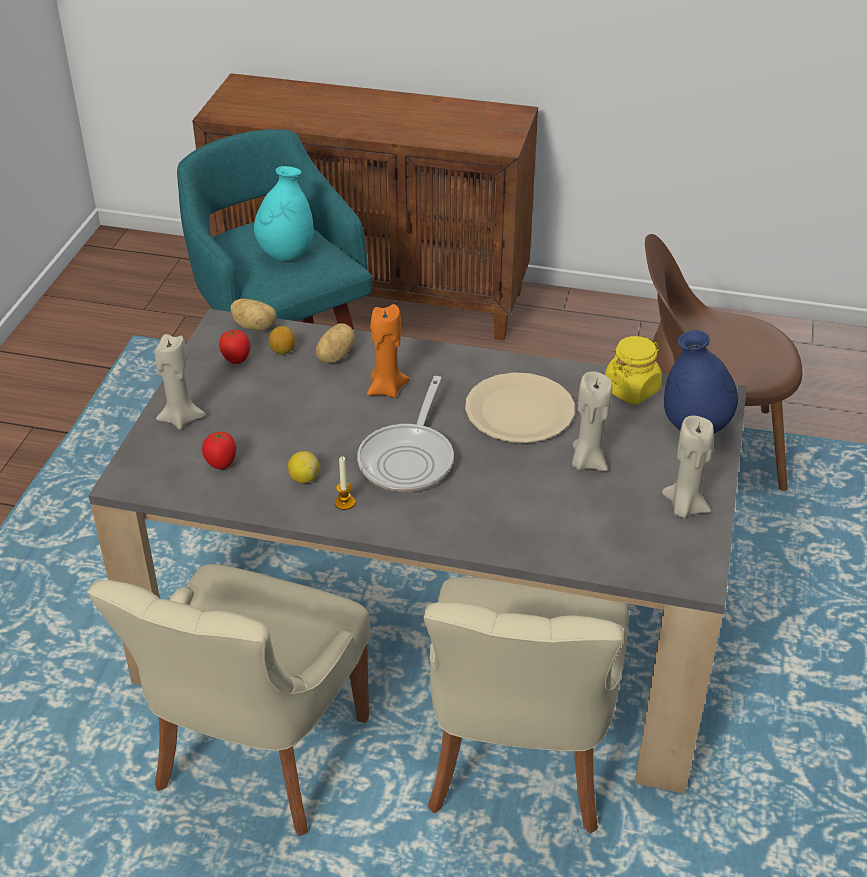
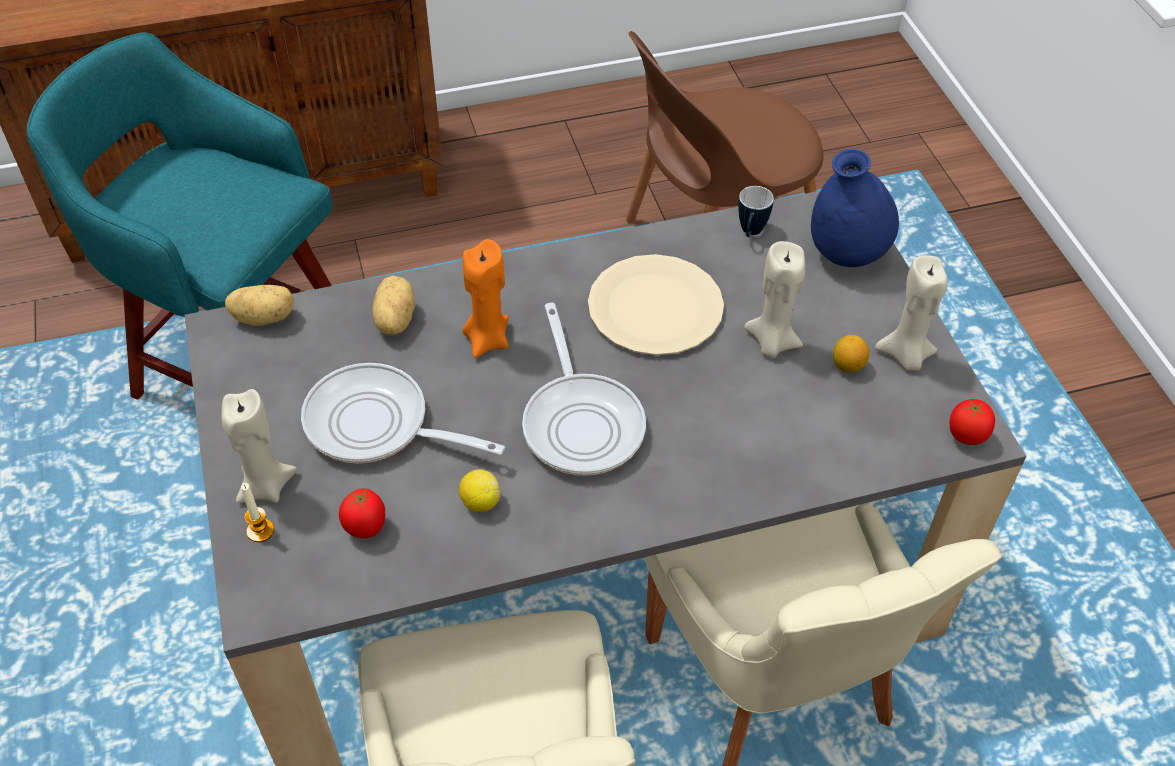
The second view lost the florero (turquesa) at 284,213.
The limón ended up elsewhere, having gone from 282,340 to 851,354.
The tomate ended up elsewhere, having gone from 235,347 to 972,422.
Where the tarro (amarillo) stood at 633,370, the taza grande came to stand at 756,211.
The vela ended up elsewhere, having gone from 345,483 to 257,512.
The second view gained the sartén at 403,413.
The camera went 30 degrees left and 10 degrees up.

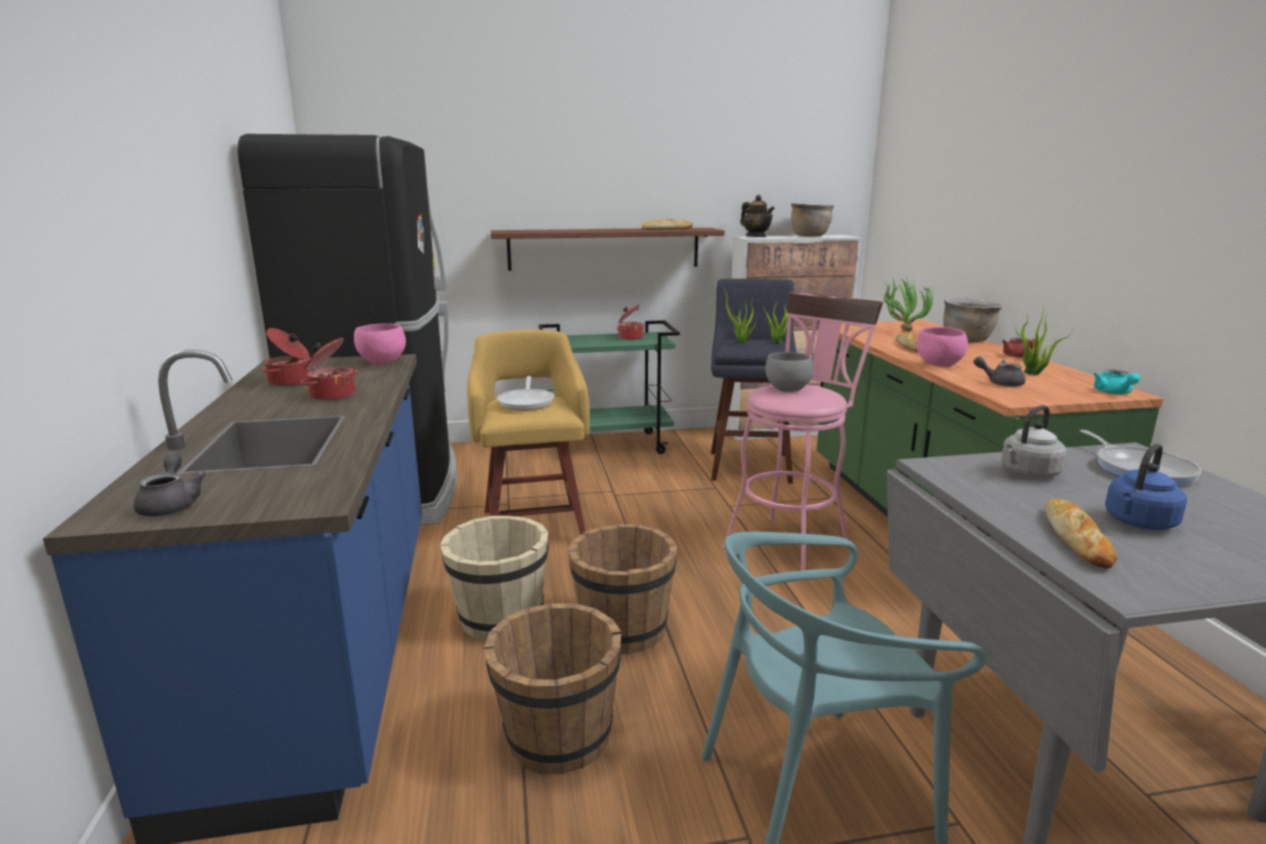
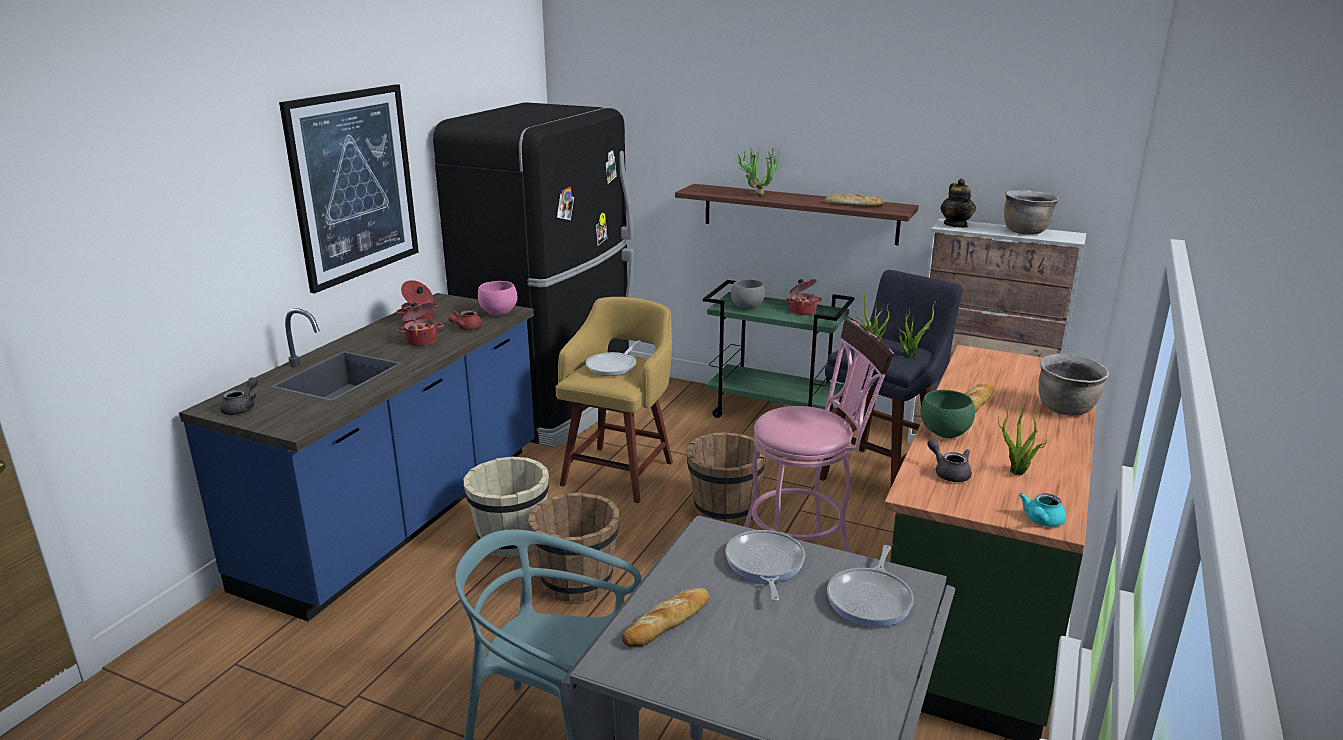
The planta en maceta ended up elsewhere, having gone from 908,304 to 757,171.
What was the cuenco (rosa) at 942,347 turned into the cuenco (verde) at 947,414.
The tetera (rojo) ended up elsewhere, having gone from 1019,347 to 465,320.
The cuenco (gris) ended up elsewhere, having gone from 789,372 to 748,294.
Where the hervidor (gris) stood at 1033,441, the sartén came to stand at 765,565.
The second view lost the hervidor (azul) at 1146,487.
The cubo (marrón) ended up elsewhere, having gone from 552,688 to 726,478.
The second view gained the cuadro at 349,189.
The camera went 35 degrees right and 5 degrees up.

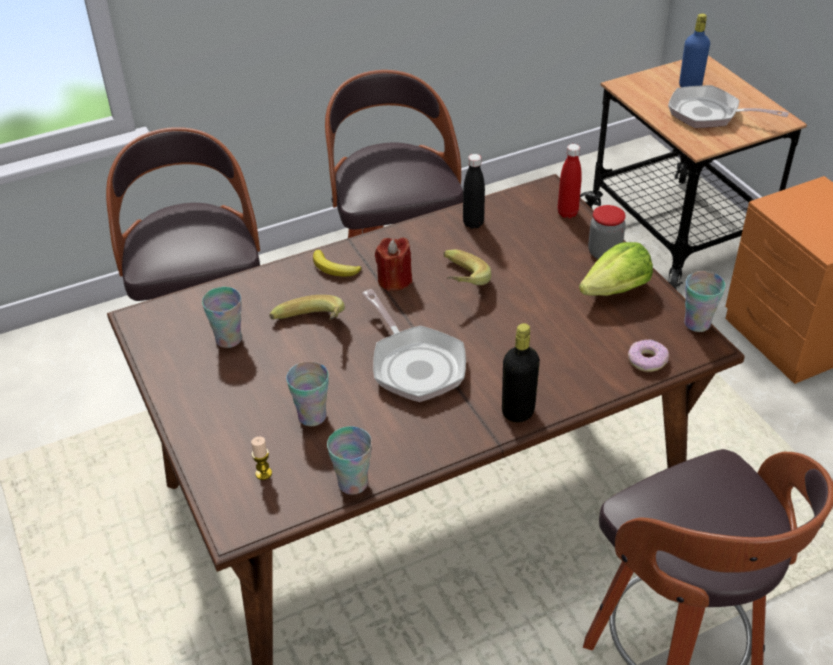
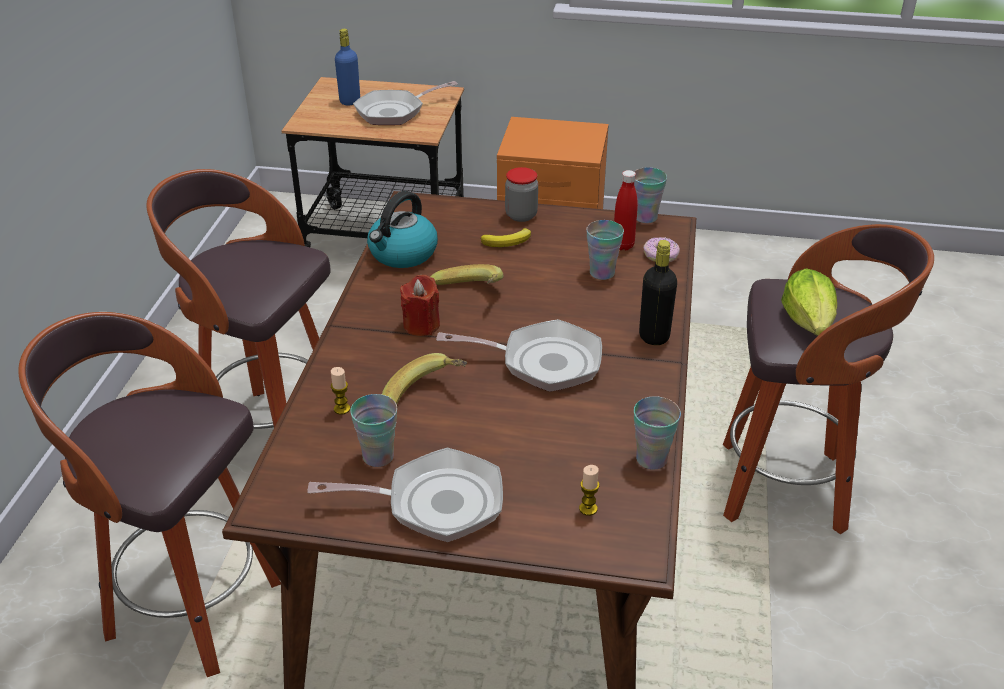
The botella (rojo) ended up elsewhere, having gone from 570,181 to 626,210.
Where the botella (negro) stood at 474,191, the hervidor came to stand at 402,229.
The lechuga ended up elsewhere, having gone from 616,269 to 809,302.
The plátano ended up elsewhere, having gone from 337,263 to 506,237.
The taza ended up elsewhere, having gone from 307,393 to 605,250.
The second view gained the vela at 340,391.
The second view gained the sartén at 405,495.
The camera went 55 degrees left and 5 degrees down.

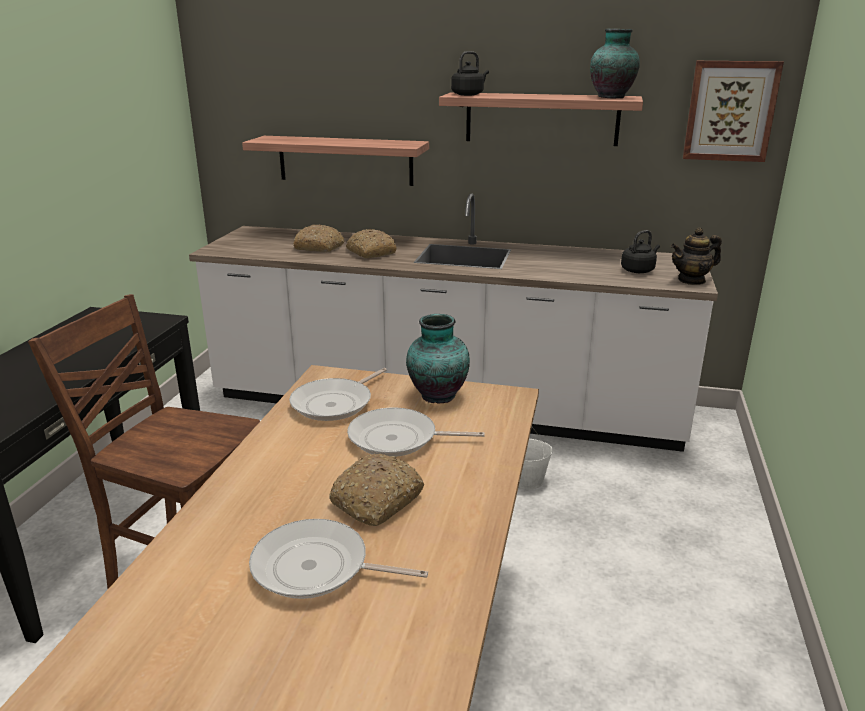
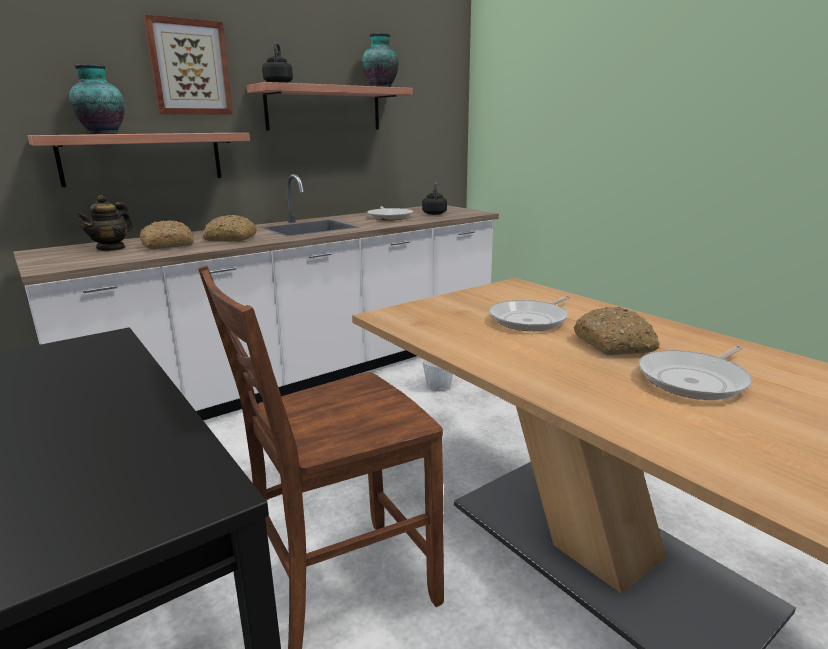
The cuadro ended up elsewhere, having gone from 733,111 to 188,64.
The tetera ended up elsewhere, having gone from 696,256 to 105,223.
The florero ended up elsewhere, having gone from 438,358 to 97,99.
The sartén ended up elsewhere, having gone from 338,394 to 390,213.
The camera went 50 degrees left and 5 degrees down.

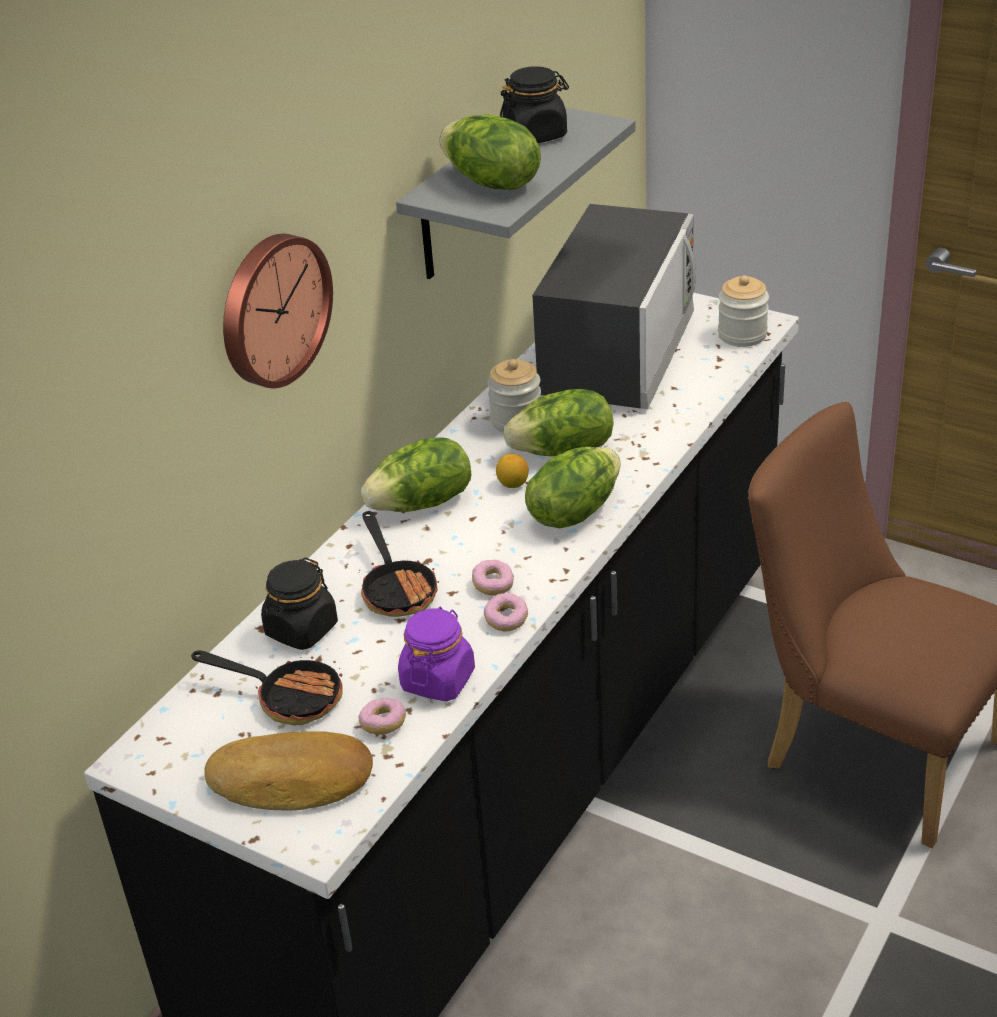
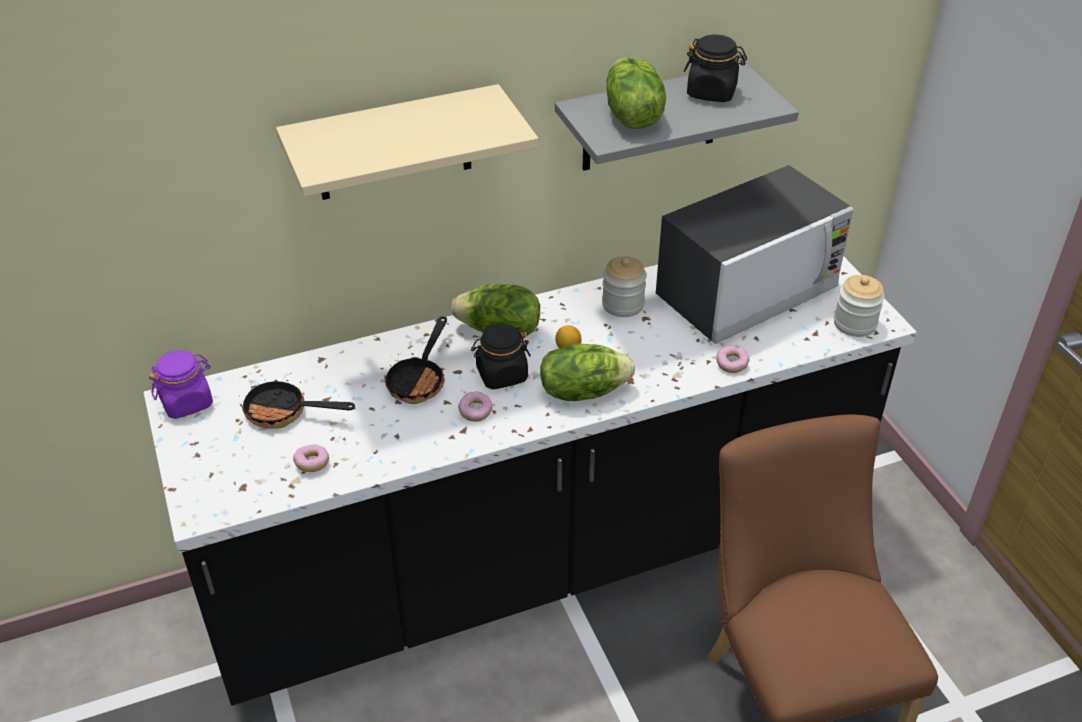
Where the reloj de pared hung at 278,311, the estante (beis) came to hang at 407,142.
The second view lost the lechuga at 558,422.
The tarro (negro) ended up elsewhere, having gone from 299,603 to 501,356.
The rosquilla ended up elsewhere, having gone from 506,612 to 732,359.
The tarro (morado) ended up elsewhere, having gone from 436,654 to 181,384.
The sartén at 267,687 ended up facing another way, 135 degrees clockwise from before.
The second view lost the pan at 288,771.
The camera went 35 degrees right and 5 degrees up.

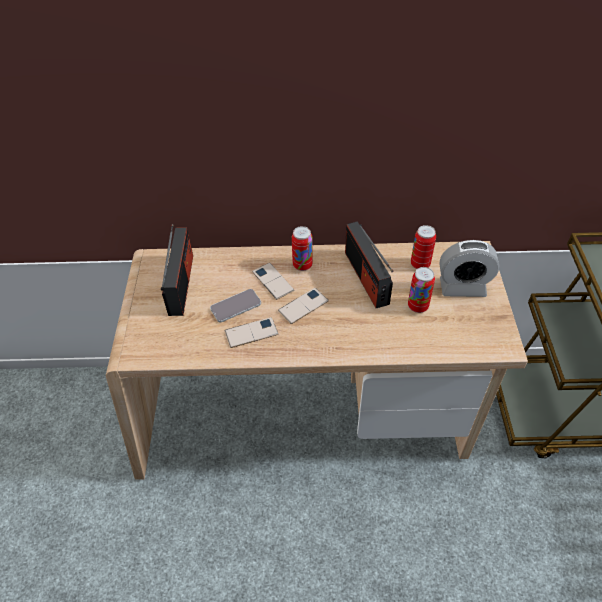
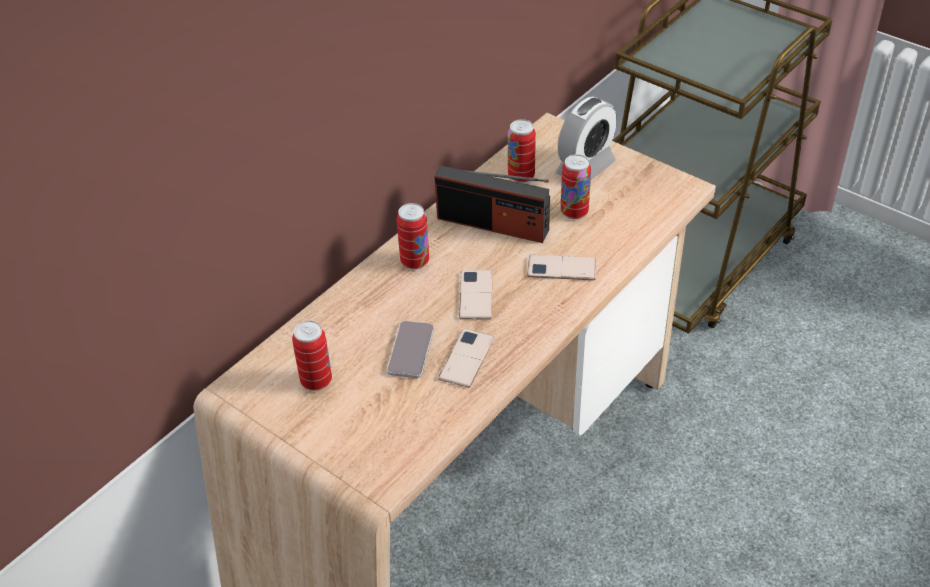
Where the radio stood at 177,270, the lata came to stand at 312,355.
The móvil ended up elsewhere, having gone from 273,281 to 561,267.
The camera went 50 degrees left and 5 degrees down.

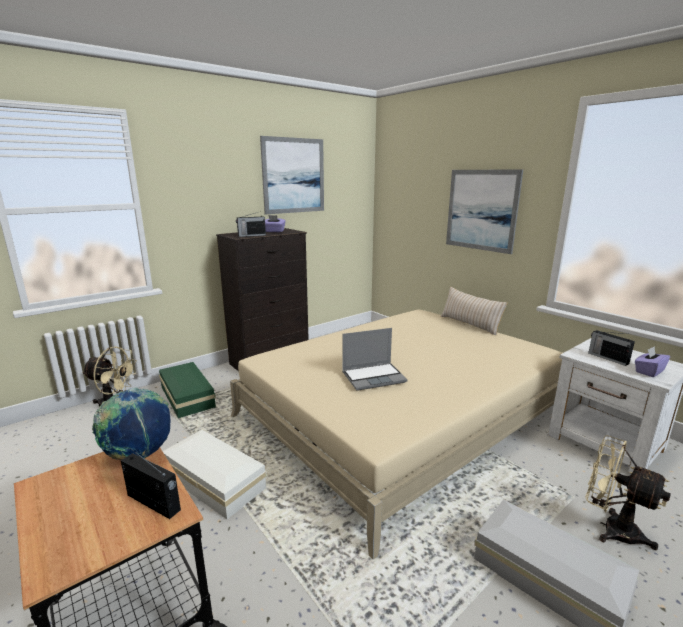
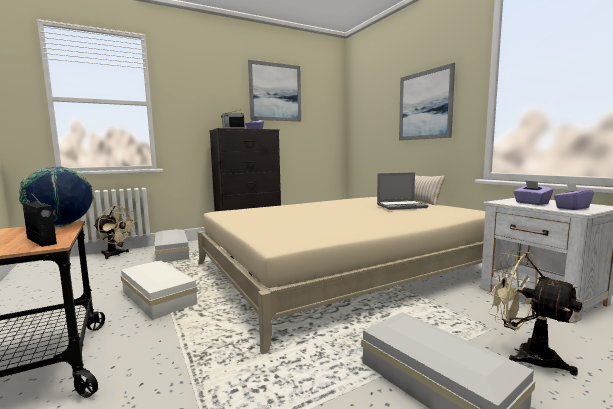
The portátil ended up elsewhere, having gone from 375,359 to 403,191.
Where the radio stood at 611,348, the caja de pañuelos (morado) came to stand at 533,192.
What was the caja de almacenaje (verde) at 187,390 turned into the caja de almacenaje (blanco) at 172,245.
The camera went 10 degrees right and 10 degrees down.

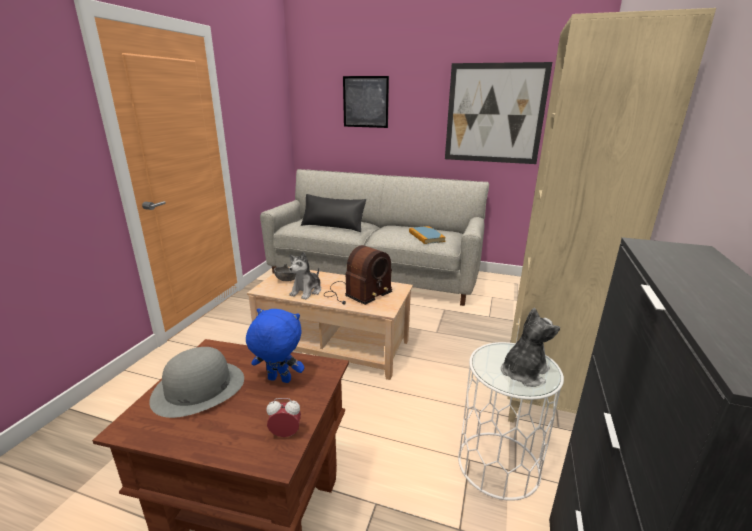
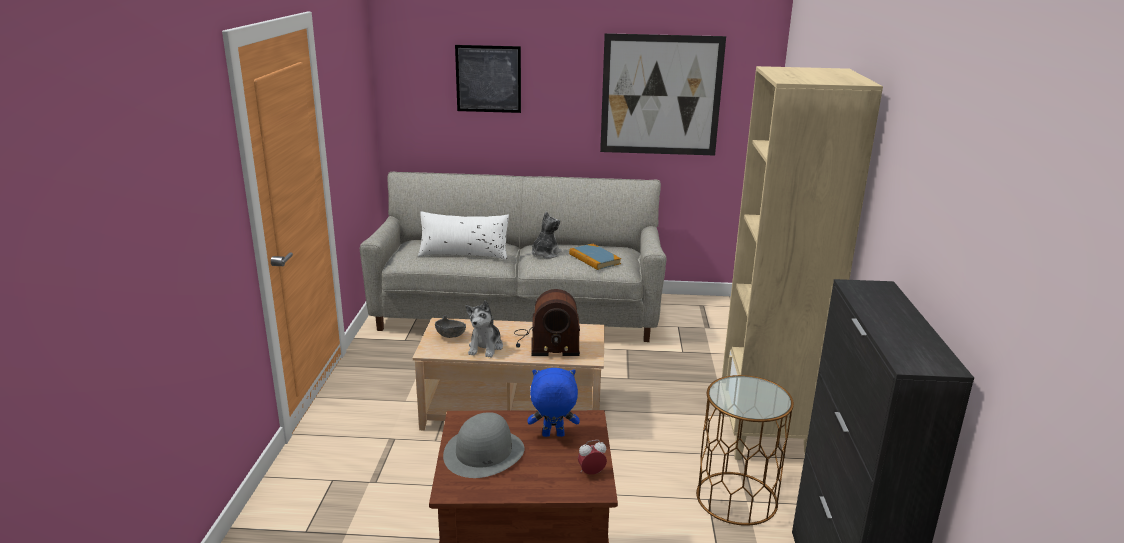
What was the cojín (negro) at 333,213 turned into the cojín (blanco) at 463,235.
The radio at 358,275 ended up facing another way, 60 degrees clockwise from before.
The peluche ended up elsewhere, having gone from 530,347 to 546,235.
What was the mesa auxiliar (blanco) at 511,421 turned into the mesa auxiliar (marrón) at 745,450.
The camera went 15 degrees left and 0 degrees up.

